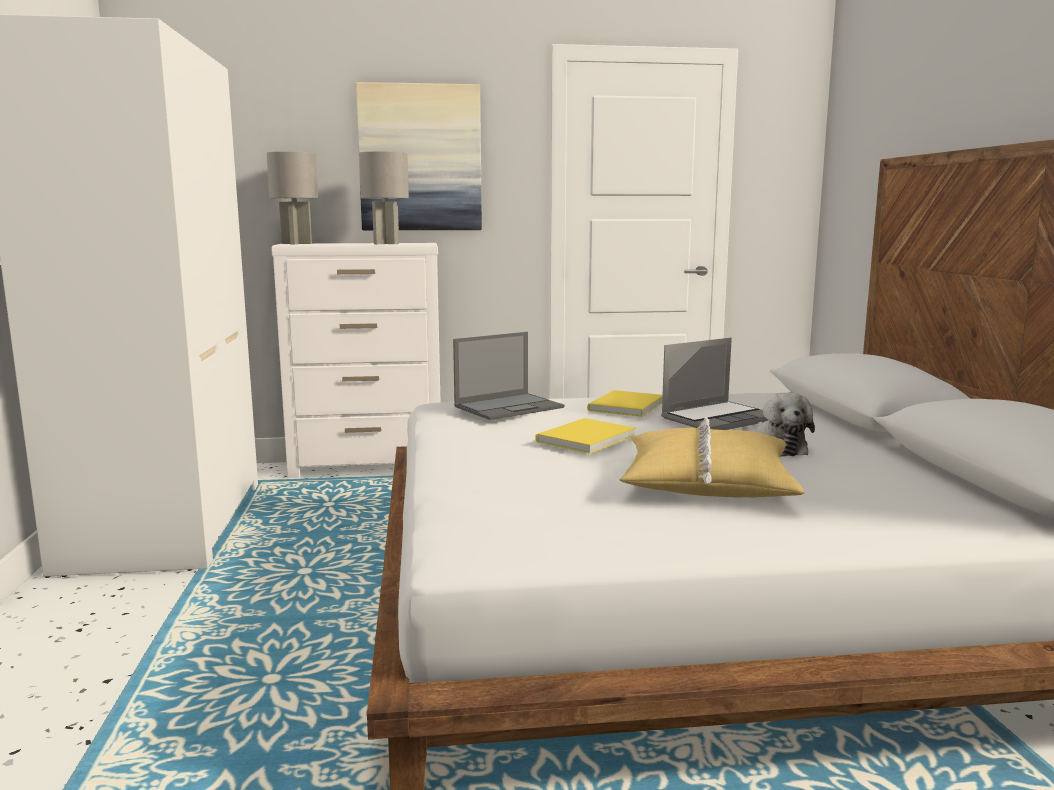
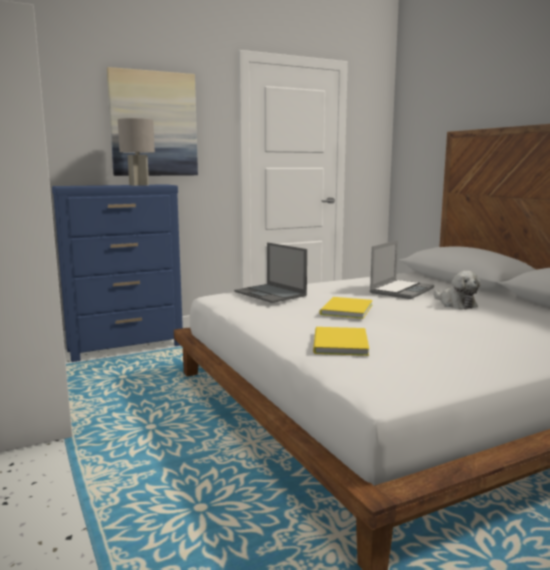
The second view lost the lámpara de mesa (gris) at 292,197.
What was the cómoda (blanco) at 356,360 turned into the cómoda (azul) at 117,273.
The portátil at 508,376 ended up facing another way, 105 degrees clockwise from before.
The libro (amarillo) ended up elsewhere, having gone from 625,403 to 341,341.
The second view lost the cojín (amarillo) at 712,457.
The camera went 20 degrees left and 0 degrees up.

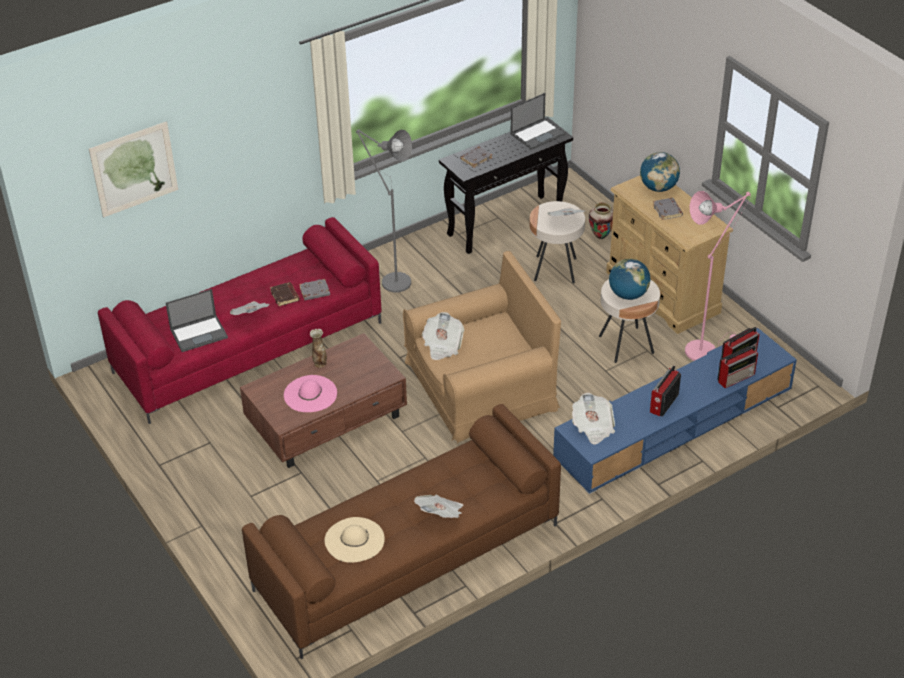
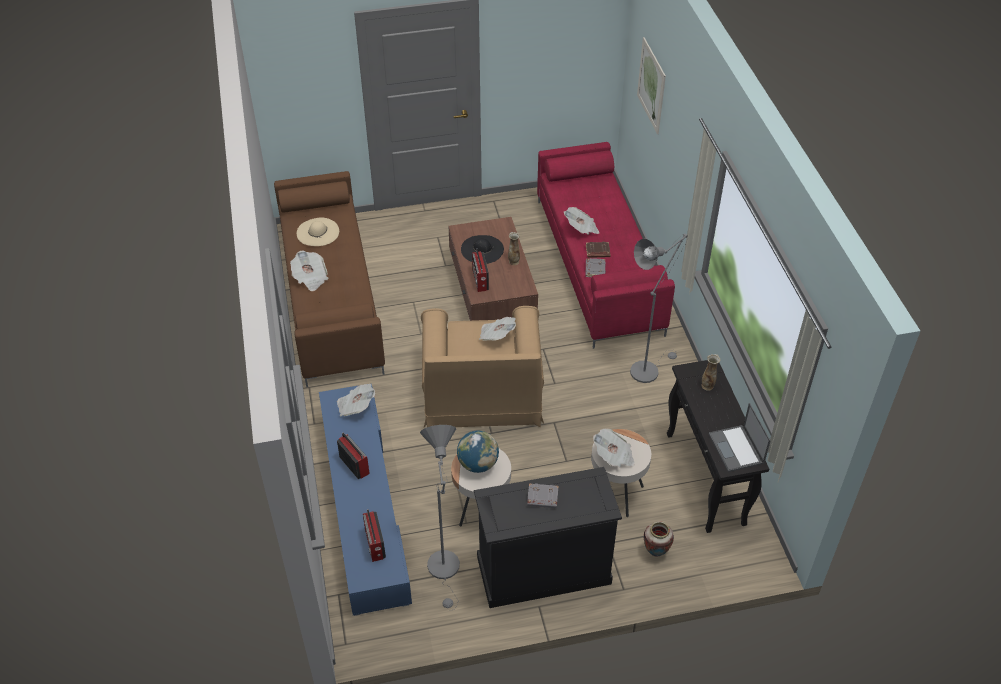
Where the libro (gris) stood at 476,157, the florero came to stand at 711,372.
The second view lost the globo terráqueo at 660,172.
What was the cómoda (beis) at 669,255 turned into the cómoda (negro) at 548,537.
What was the lámpara de pie (rosa) at 718,276 turned into the lámpara de pie (gris) at 440,517.
The second view lost the portátil at 197,320.
The radio ended up elsewhere, having gone from 737,367 to 480,270.
What was the sombrero (rosa) at 310,393 turned into the sombrero (negro) at 482,249.
The camera went 110 degrees right and 5 degrees up.

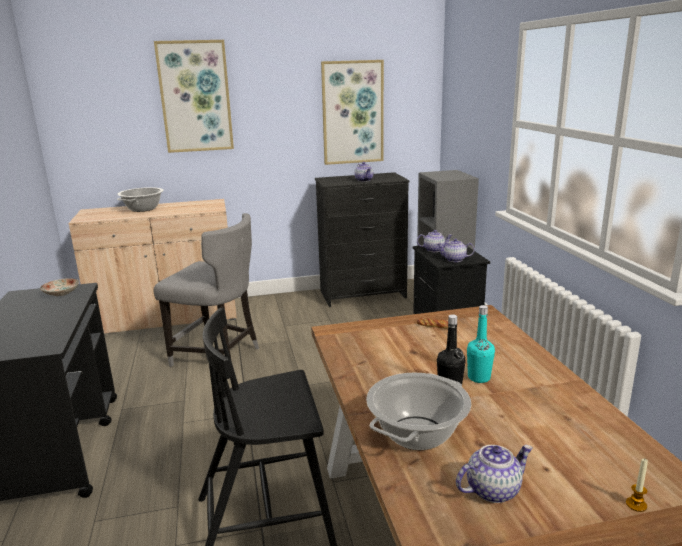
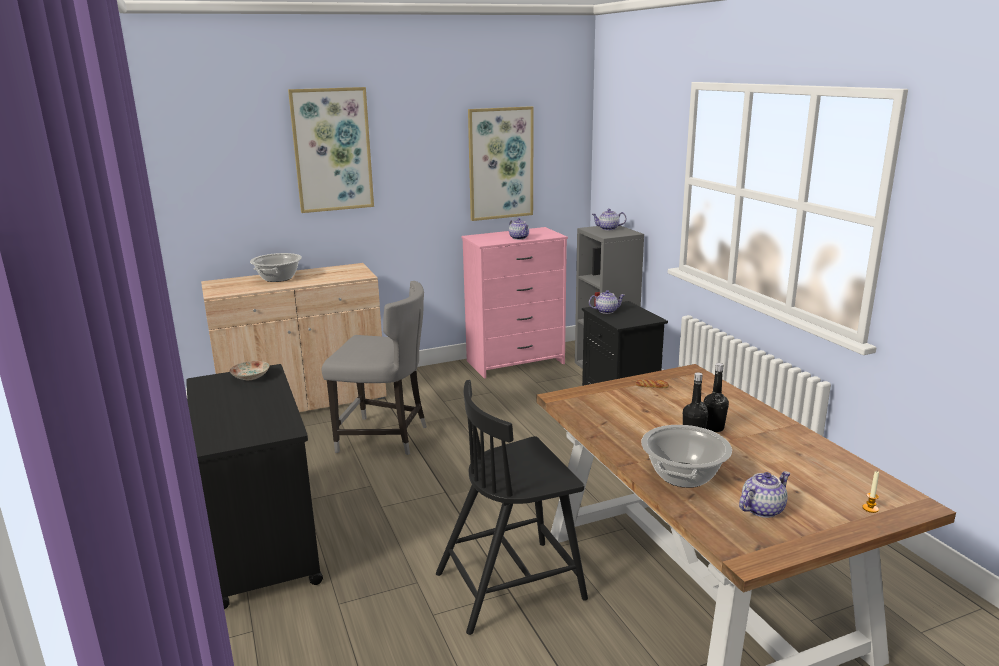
What was the cómoda (negro) at 362,239 turned into the cómoda (rosa) at 514,303.
The tetera ended up elsewhere, having gone from 456,250 to 609,219.
What was the botella (turquesa) at 481,344 turned into the botella (negro) at 716,397.
The camera went 10 degrees left and 0 degrees up.

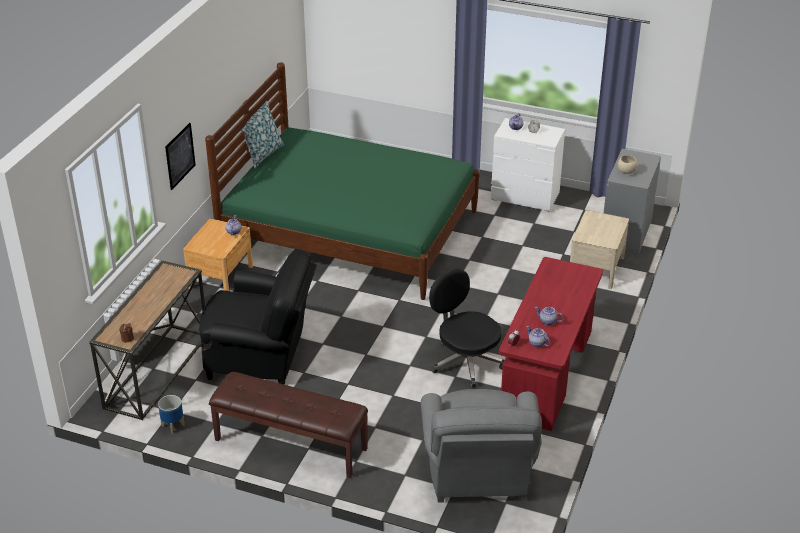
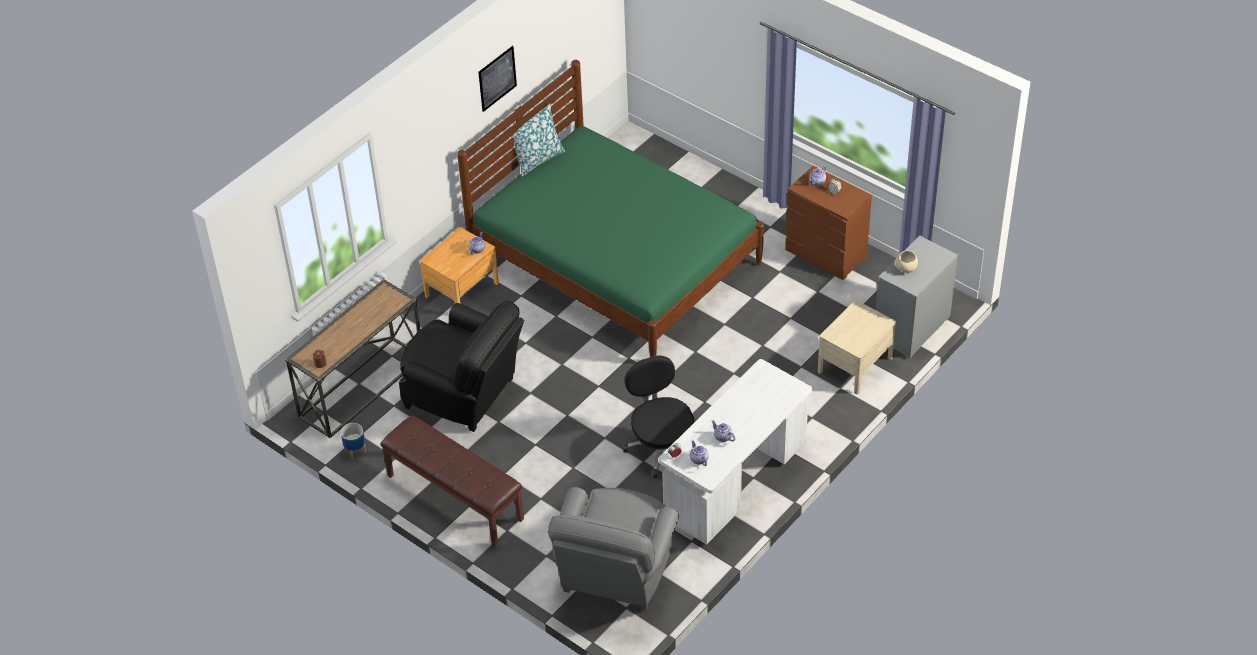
What was the cómoda (blanco) at 528,165 turned into the cómoda (marrón) at 828,222.
The cuadro ended up elsewhere, having gone from 180,156 to 497,79.
What was the escritorio (rojo) at 551,344 turned into the escritorio (blanco) at 735,452.
The camera went 20 degrees right and 10 degrees up.

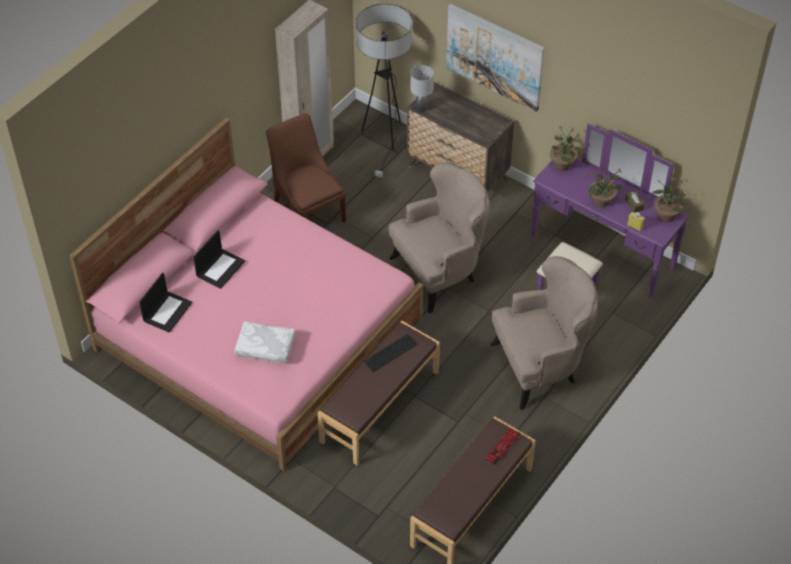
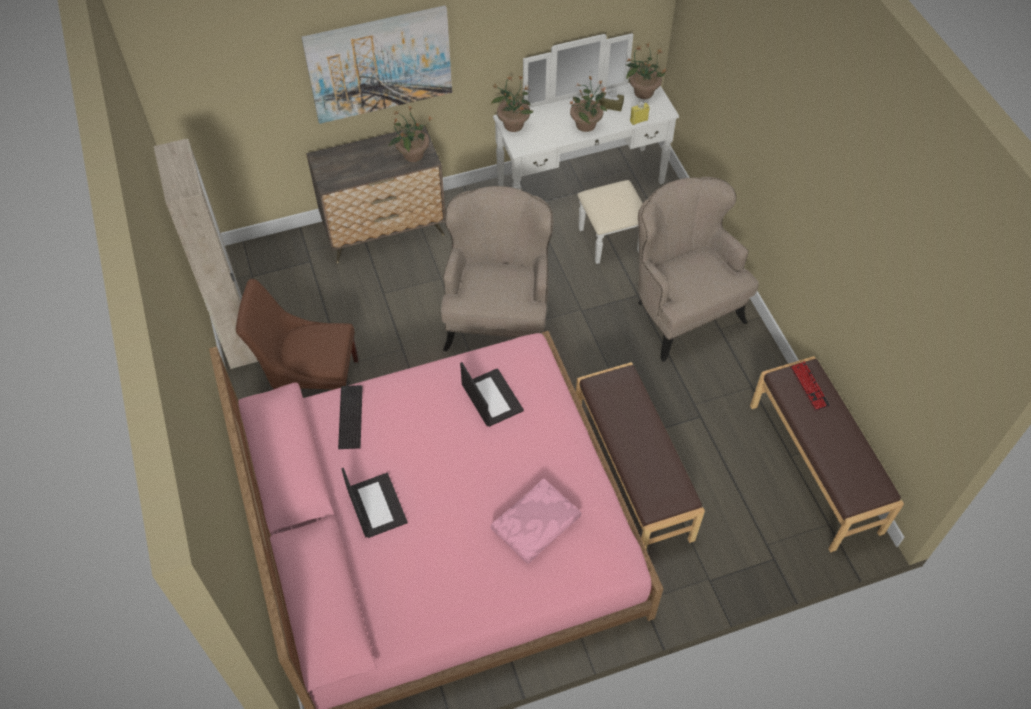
The second view lost the lámpara de pie at 384,90.
The second view lost the lámpara de mesa (gris) at 422,88.
What was the cómoda (morado) at 610,210 turned into the cómoda (blanco) at 586,148.
The sillón (beis) at 544,333 ended up facing another way, 45 degrees counterclockwise from before.
The portátil ended up elsewhere, having gone from 165,302 to 492,394.
What was the cojín (blanco) at 265,343 turned into the cojín (rosa) at 535,521.
The teclado ended up elsewhere, having gone from 390,353 to 350,417.
The second view gained the planta en maceta at 410,134.
The camera went 55 degrees left and 5 degrees up.

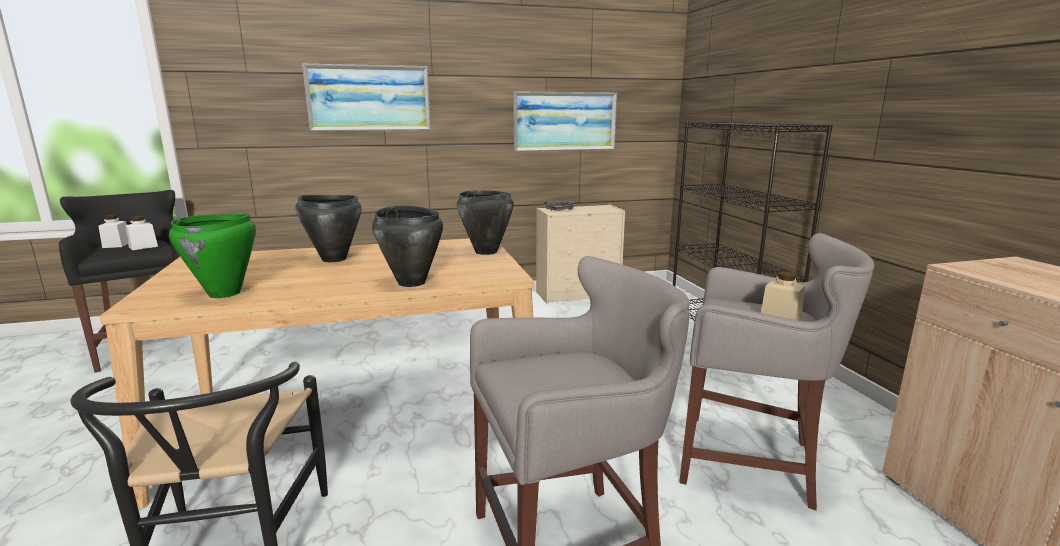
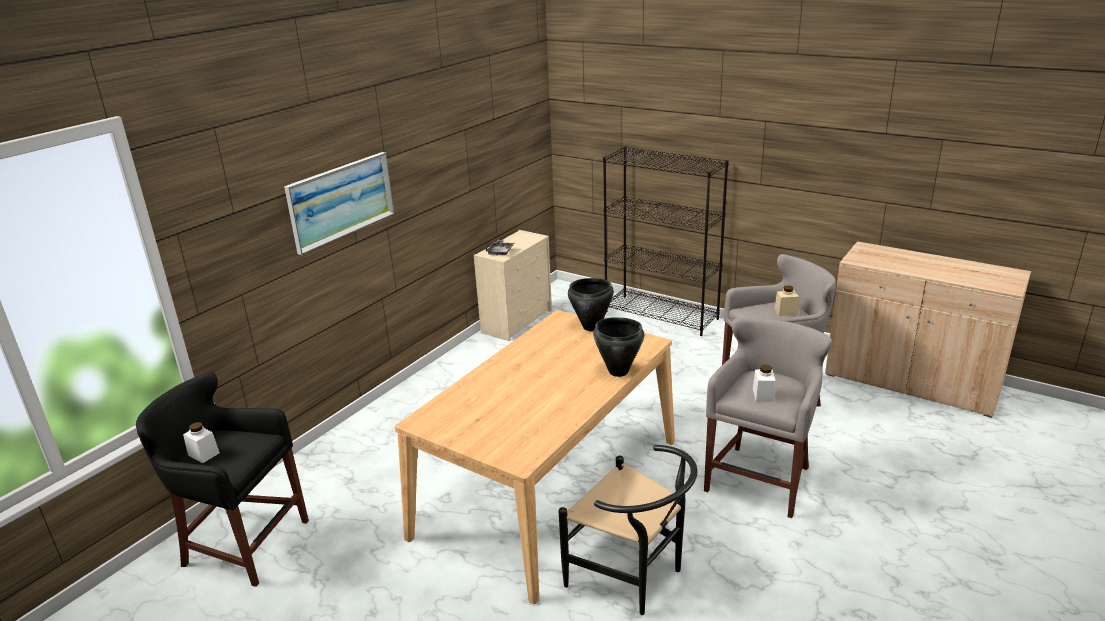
The second view lost the cuadro at 565,121.
The second view lost the olla (negro) at 329,228.
The second view lost the olla (verde) at 212,256.
The tarro (blanco) ended up elsewhere, having gone from 141,233 to 764,383.
The camera went 40 degrees left and 10 degrees up.

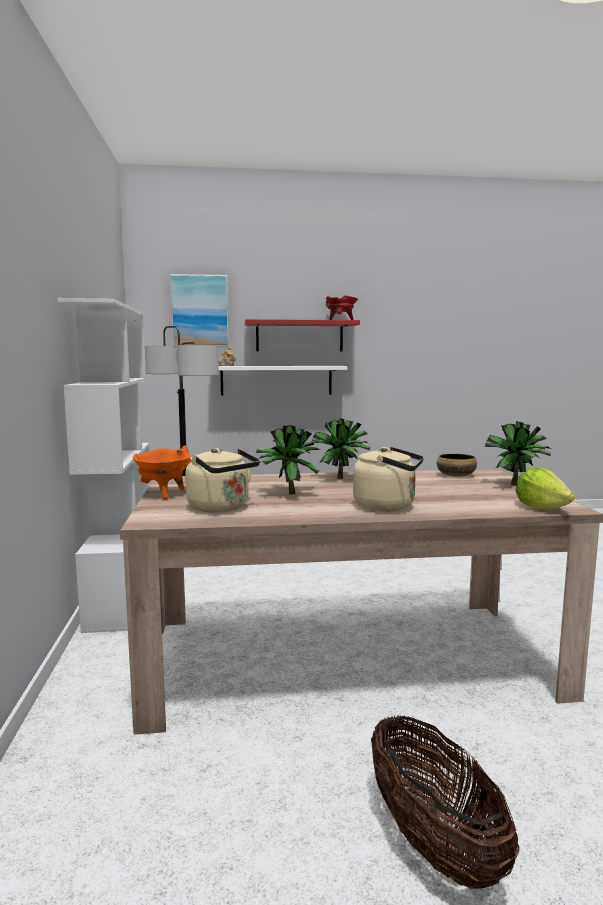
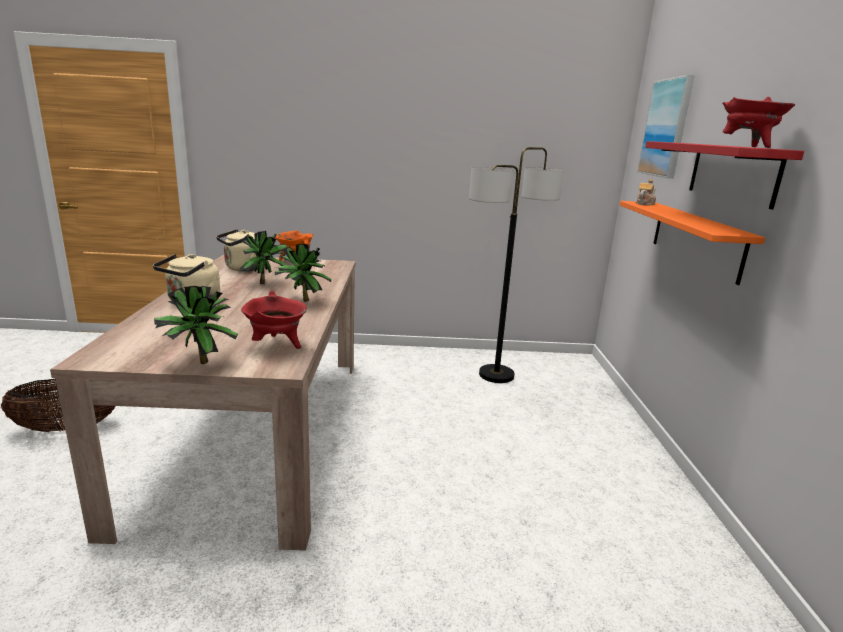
The second view lost the estantería (blanco) at 104,465.
What was the estante (blanco) at 282,381 turned into the estante (naranja) at 692,243.
Where the cuenco stood at 457,465, the olla (rojo) came to stand at 274,320.
The second view lost the lechuga at 545,488.
The camera went 95 degrees right and 10 degrees up.

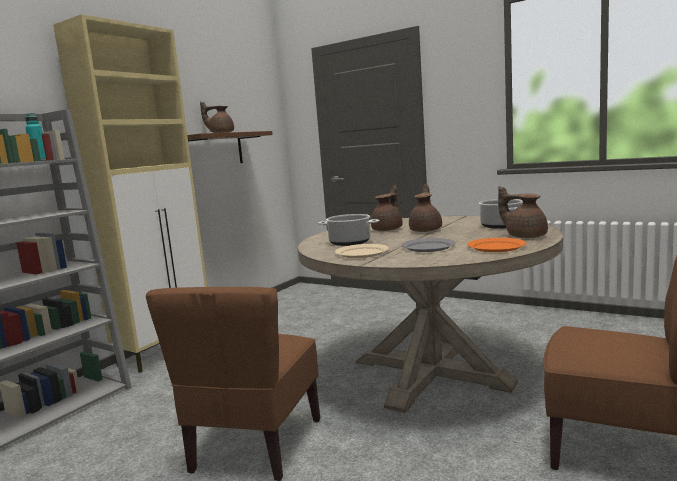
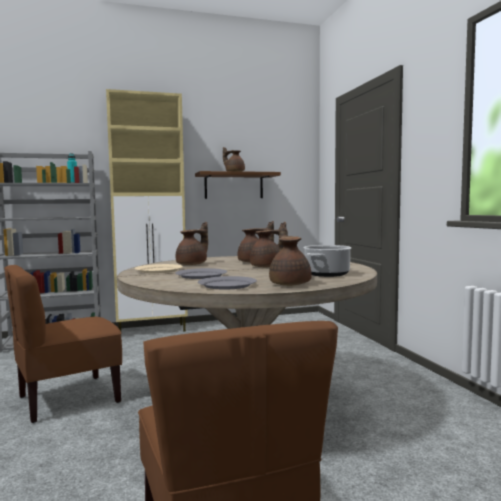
Where the olla stood at 348,230, the tetera (marrón) came to stand at 192,243.
What was the plato (naranja) at 496,245 turned into the plato (gris) at 227,283.
The camera went 40 degrees right and 5 degrees down.

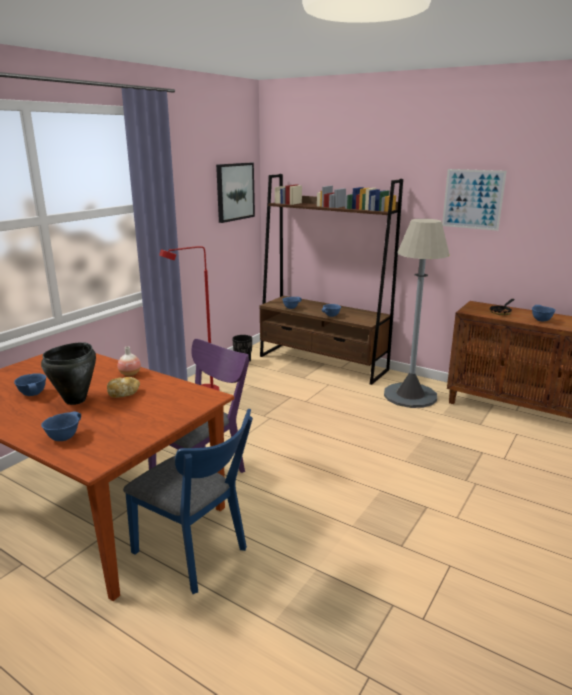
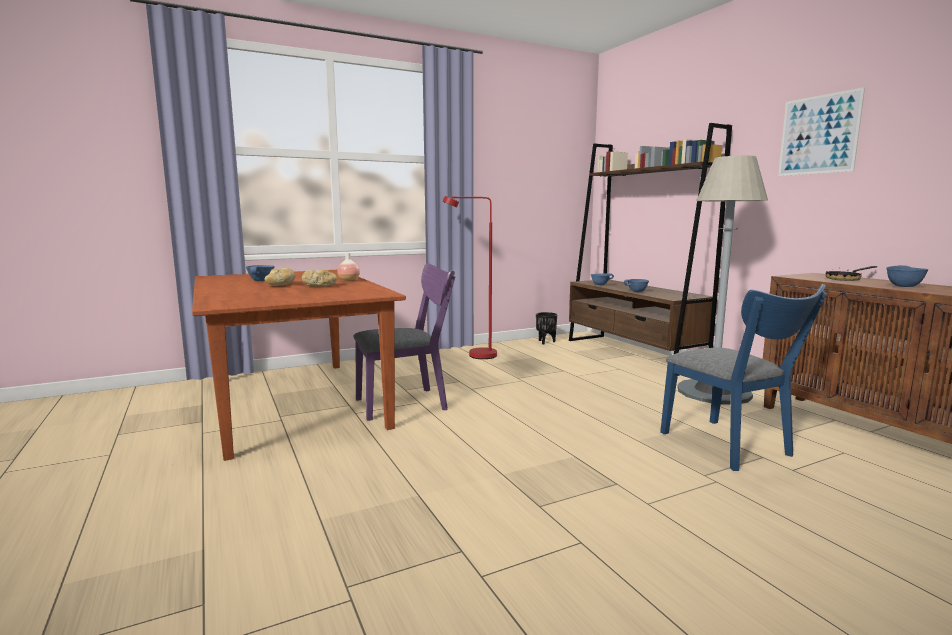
The second view lost the cuadro at 235,193.
Where the olla (negro) stood at 68,373, the pan came to stand at 280,277.
The silla (azul) ended up elsewhere, having gone from 188,501 to 743,377.
The second view lost the cuenco (azul) at 61,426.
The camera went 30 degrees right and 10 degrees down.

